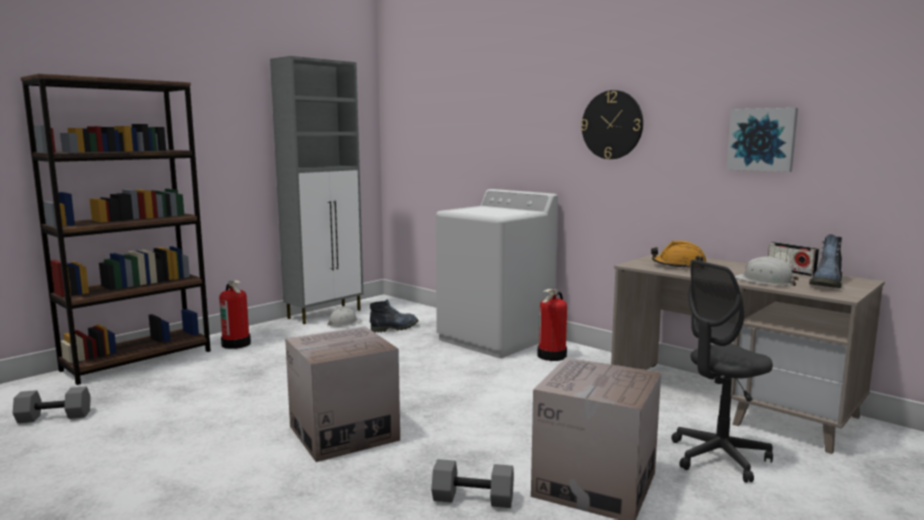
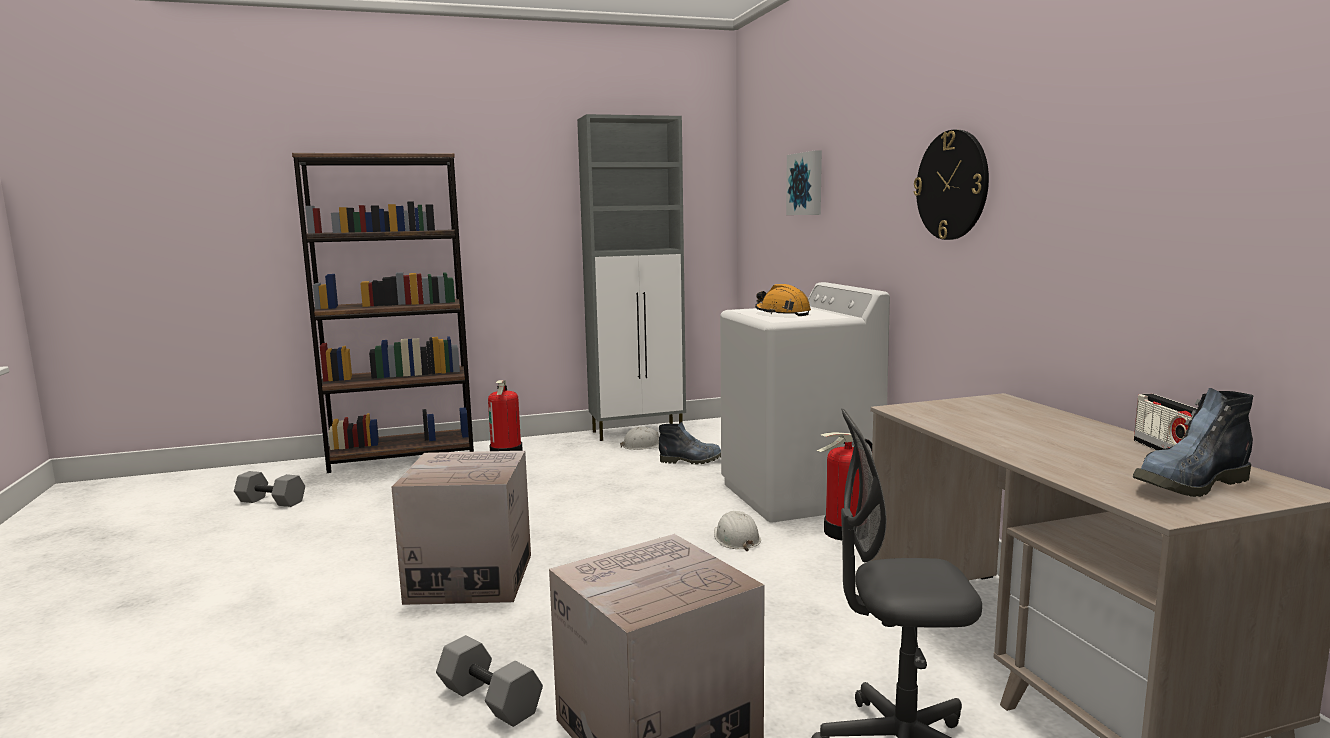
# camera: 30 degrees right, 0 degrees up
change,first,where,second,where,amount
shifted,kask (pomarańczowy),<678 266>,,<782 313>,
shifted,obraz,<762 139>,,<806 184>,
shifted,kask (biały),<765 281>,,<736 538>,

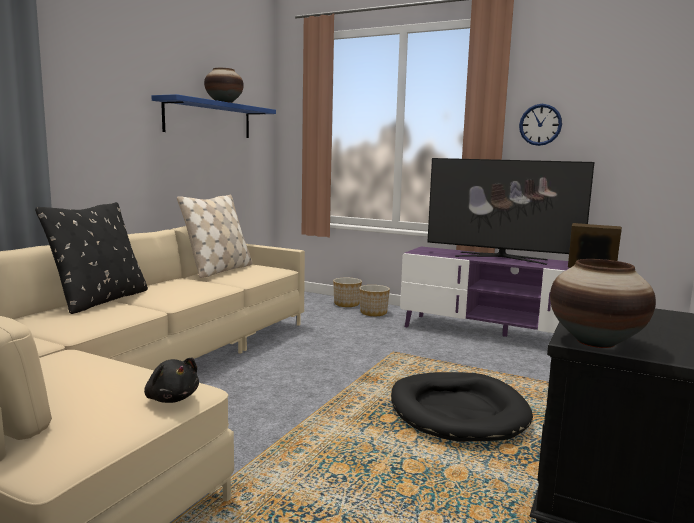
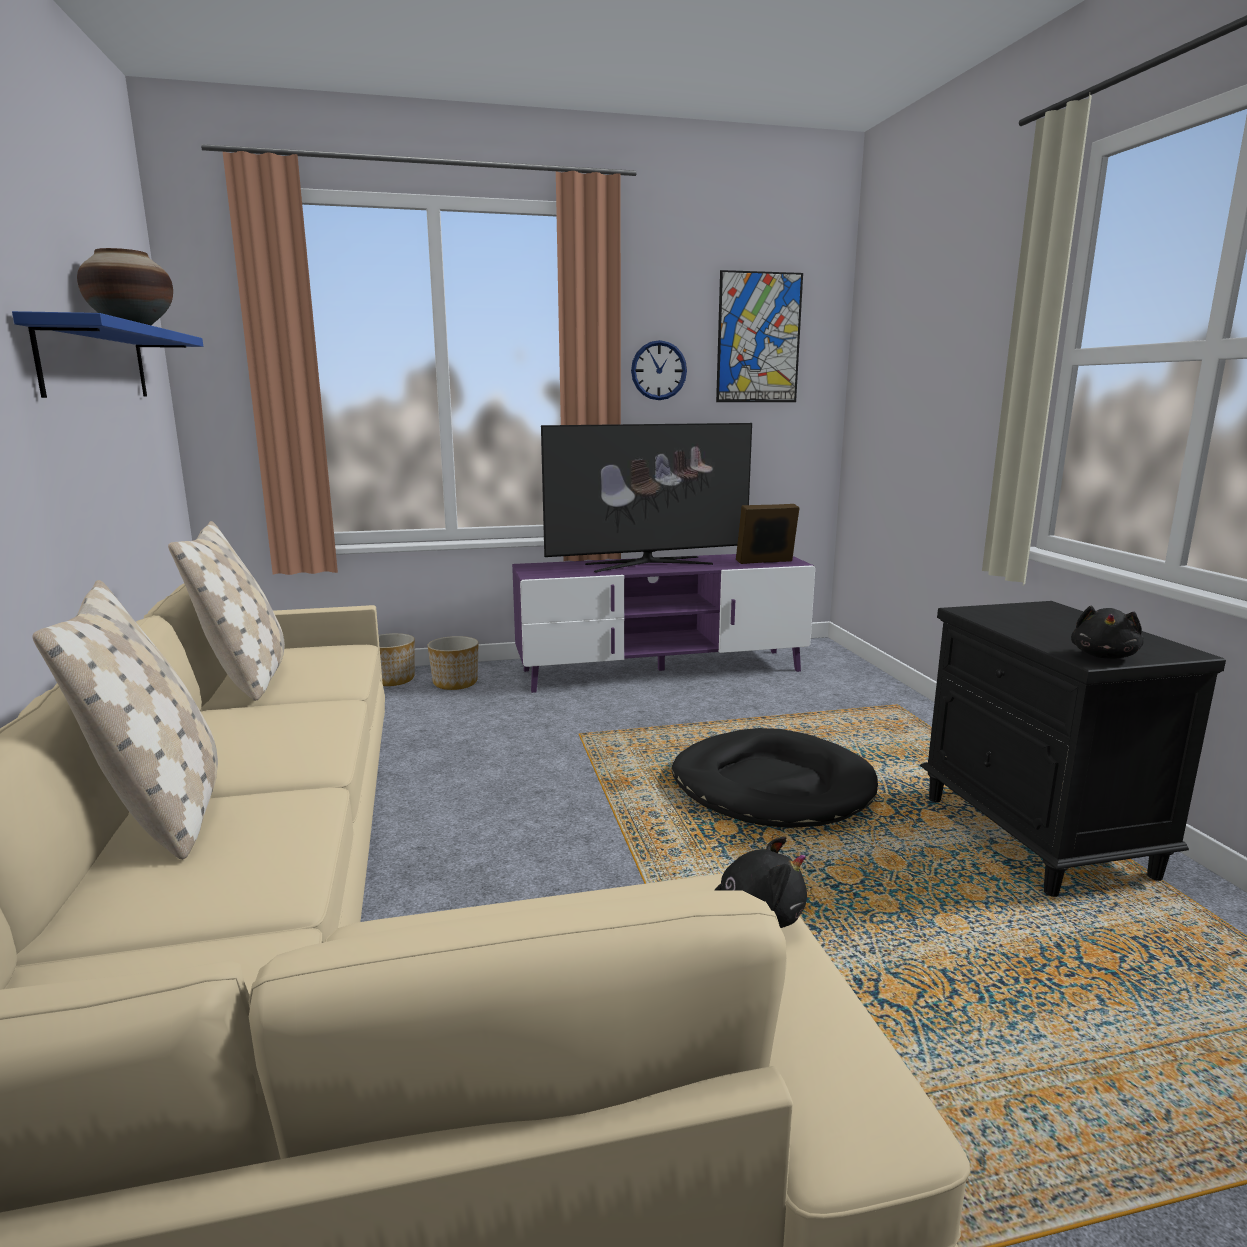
# camera: 40 degrees left, 5 degrees up
change,first,where,second,where,amount
repainted,poduszka (czarny),<101 300>,poduszka (beżowy),<163 808>,
swapped,wazon,<596 342>,pluszak (czarny),<1104 656>,
new,,,obraz,<758 338>,

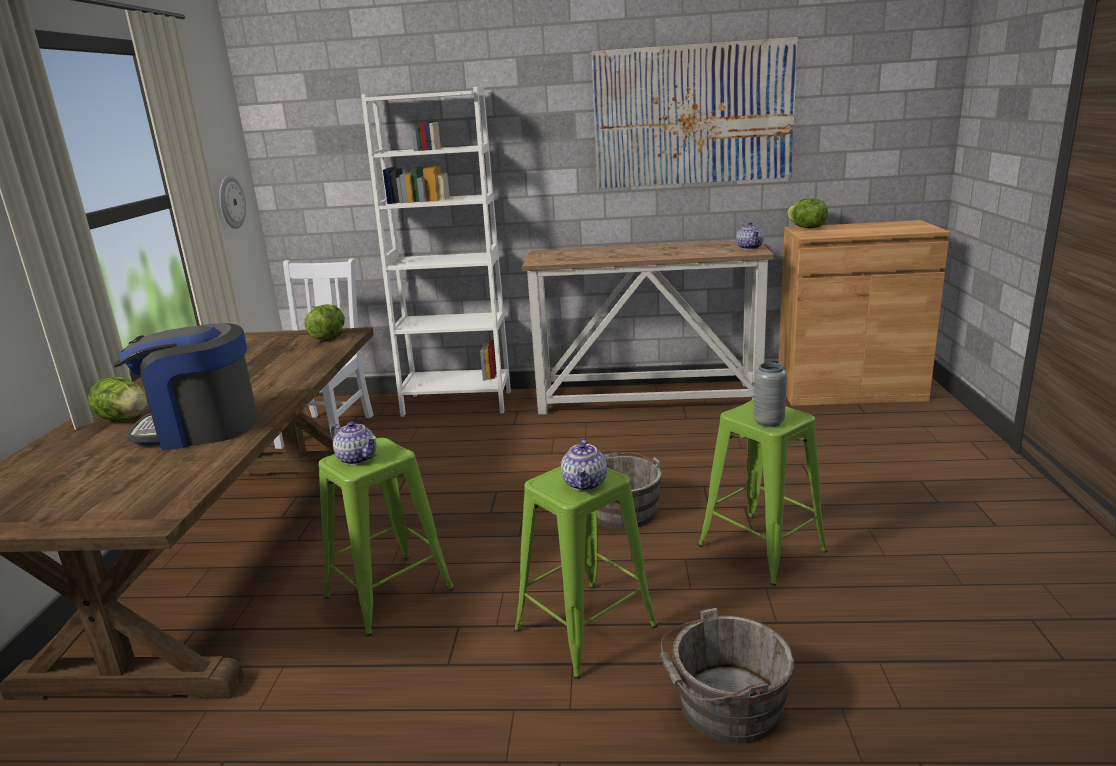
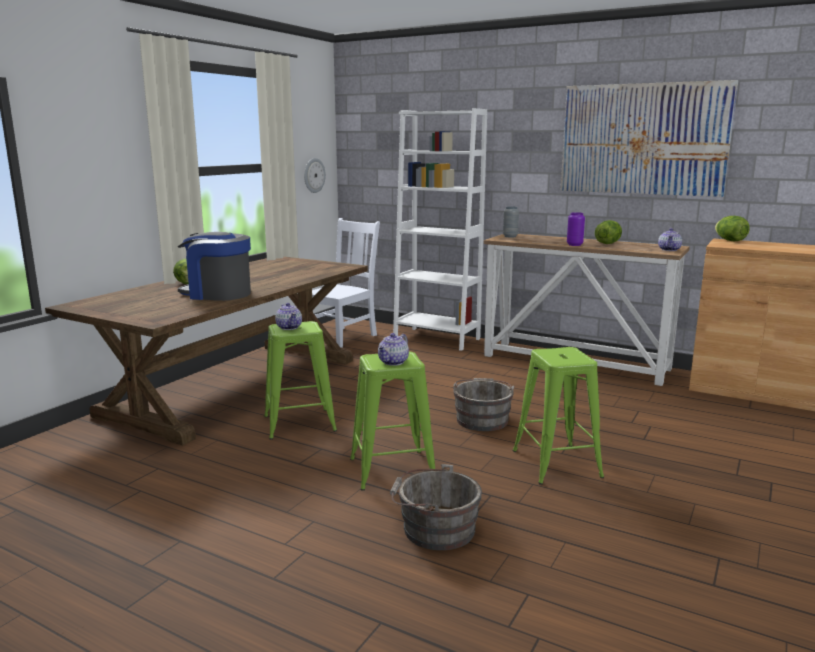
# camera: 25 degrees right, 5 degrees down
change,first,where,second,where,amount
shifted,sałata,<328 337>,,<608 243>,
shifted,wazon (szary),<768 422>,,<510 236>,
new,,,wazon (fioletowy),<574 245>,

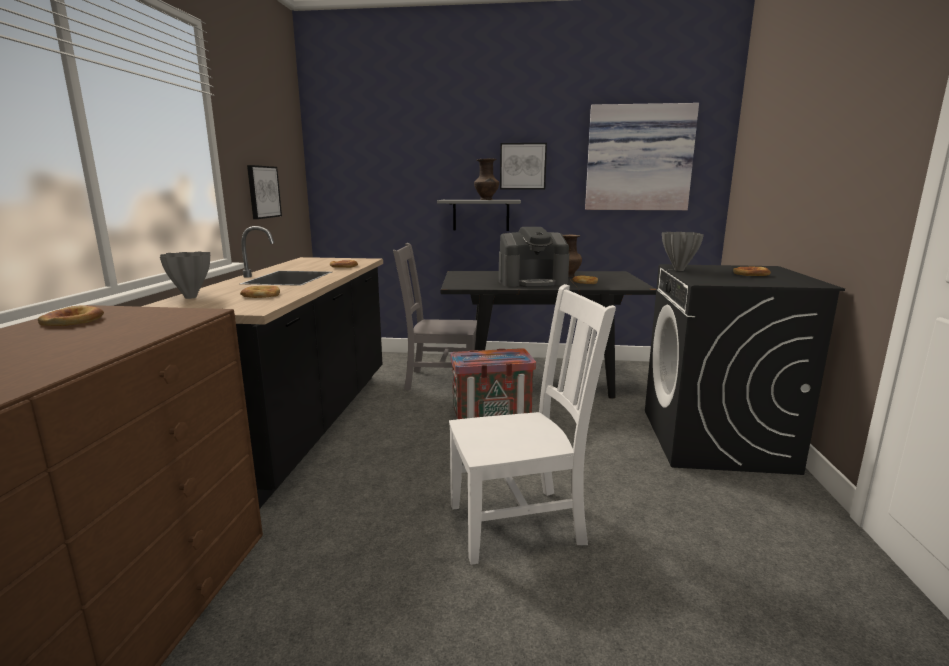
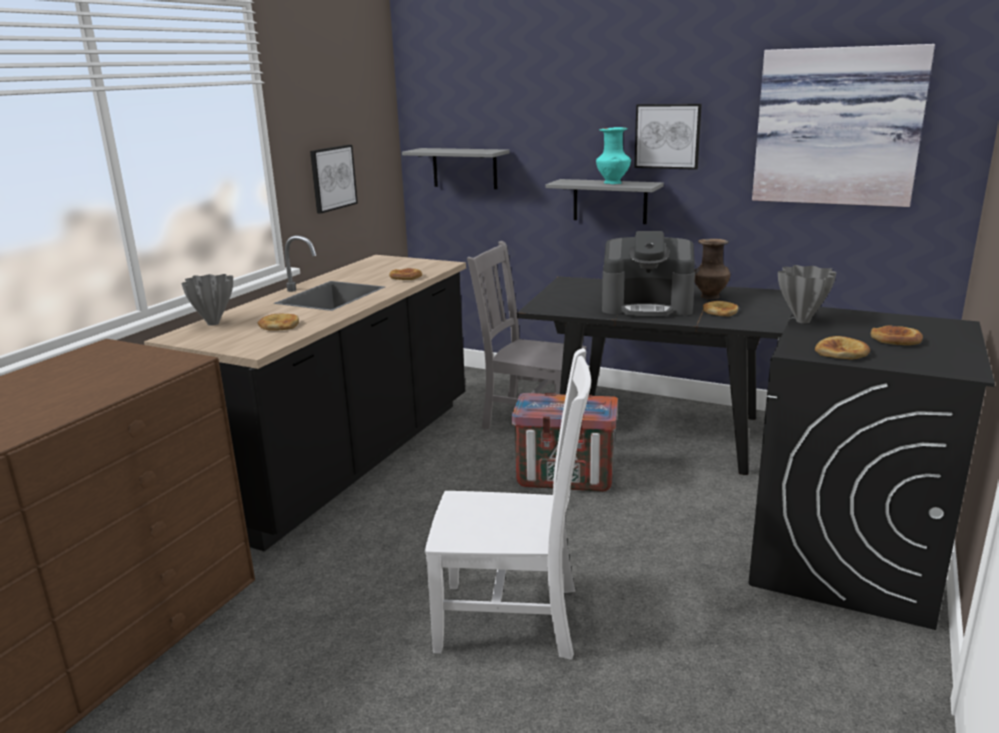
# camera: 20 degrees right, 5 degrees up
change,first,where,second,where,amount
shifted,chleb,<73 321>,,<842 352>,
repainted,wazon (brązowy),<486 199>,wazon (turkusowy),<613 183>,
new,,,półka (szary),<464 168>,

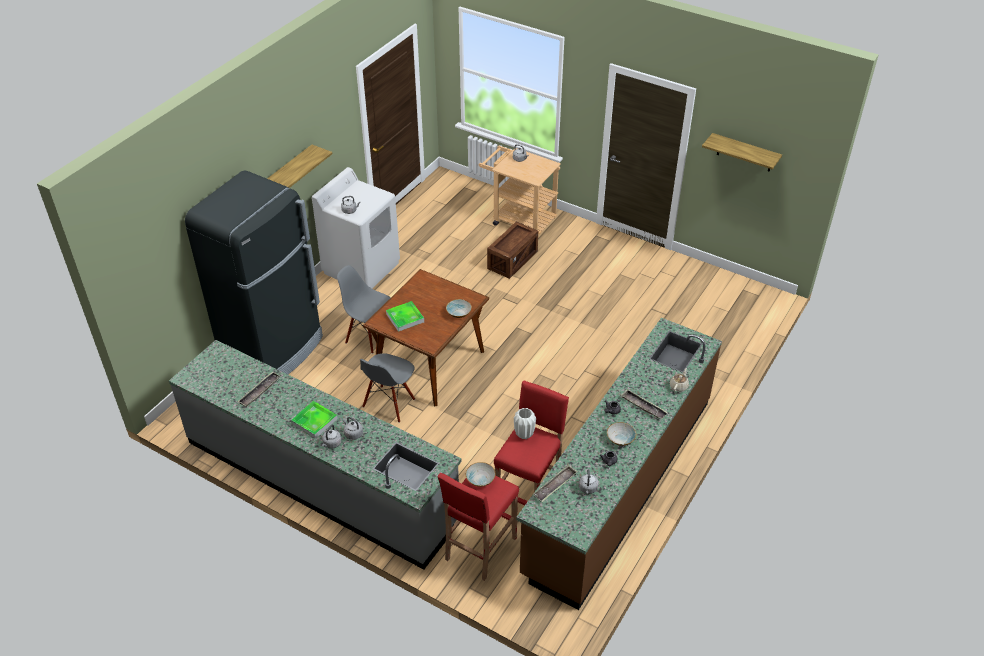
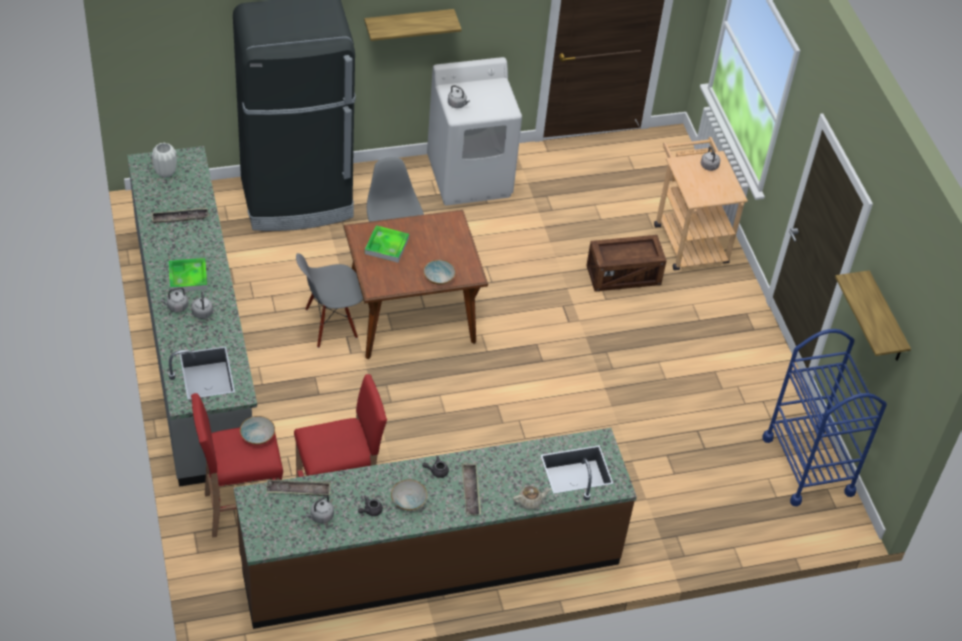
# camera: 40 degrees right, 5 degrees up
change,first,where,second,where,amount
shifted,wazon (biały),<524 434>,,<165 173>,
new,,,wózek (niebieski),<808 465>,

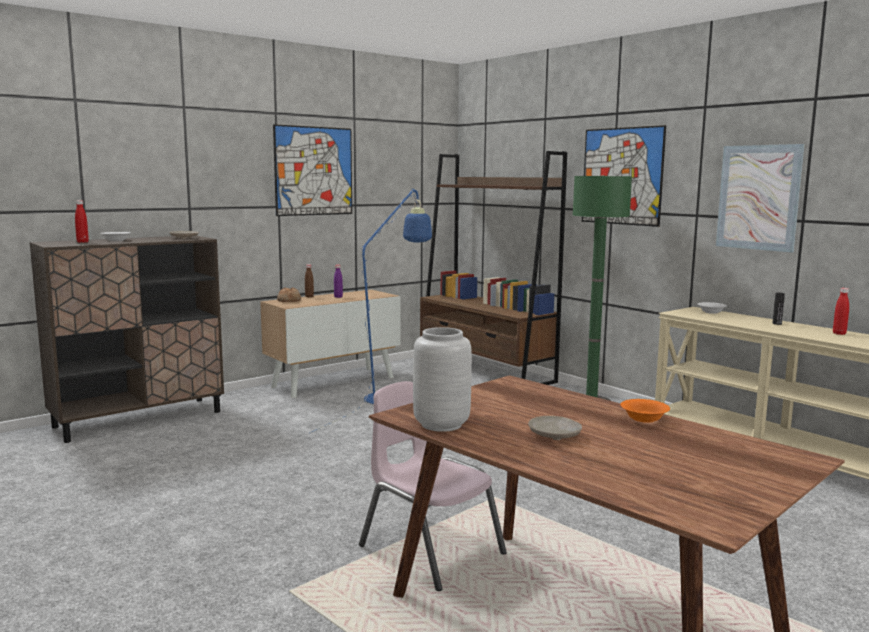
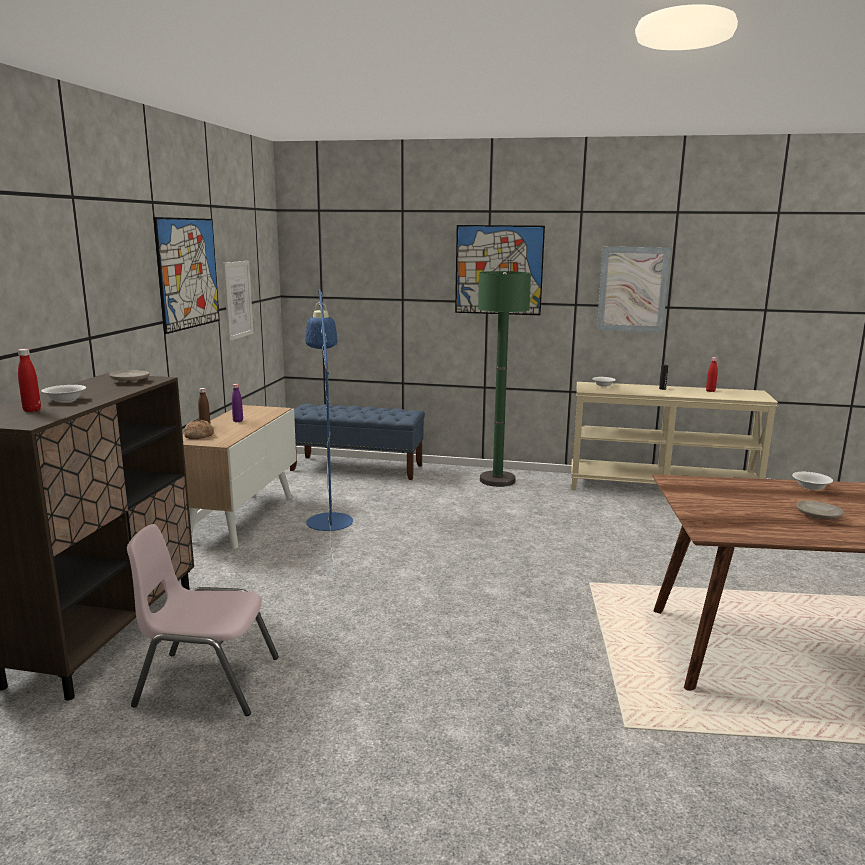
# camera: 40 degrees left, 5 degrees up
change,first,where,second,where,amount
shifted,krzesło (różowy),<430 550>,,<207 681>,
gone,wazon (szary),<441 424>,,,
swapped,regał (brązowy),<485 370>,ławka (niebieski),<357 468>,
repainted,miska (pomarańczowy),<644 419>,miska (biały),<811 487>,
new,,,obraz,<238 299>,

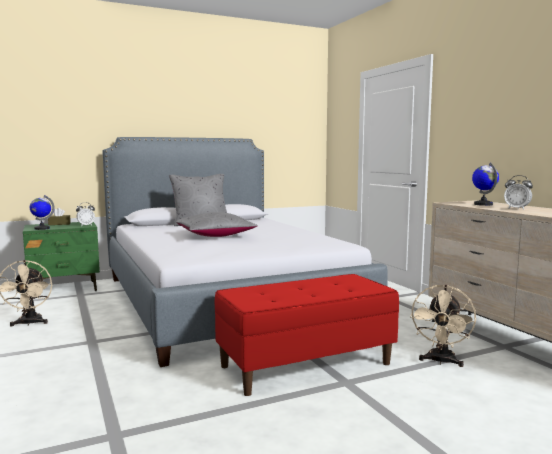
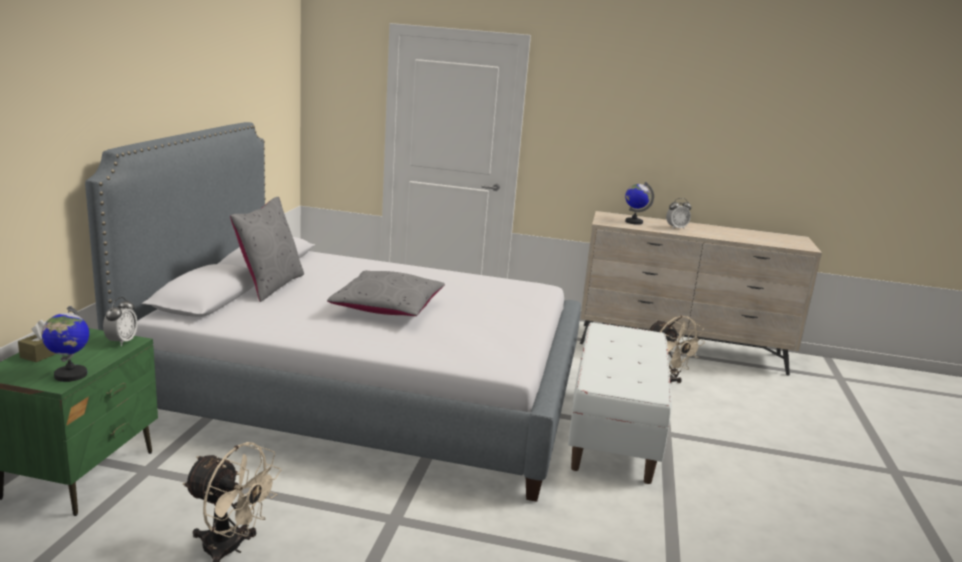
# camera: 55 degrees left, 10 degrees up
change,first,where,second,where,amount
repainted,ławka (czerwony),<306 365>,ławka (biały),<613 432>,

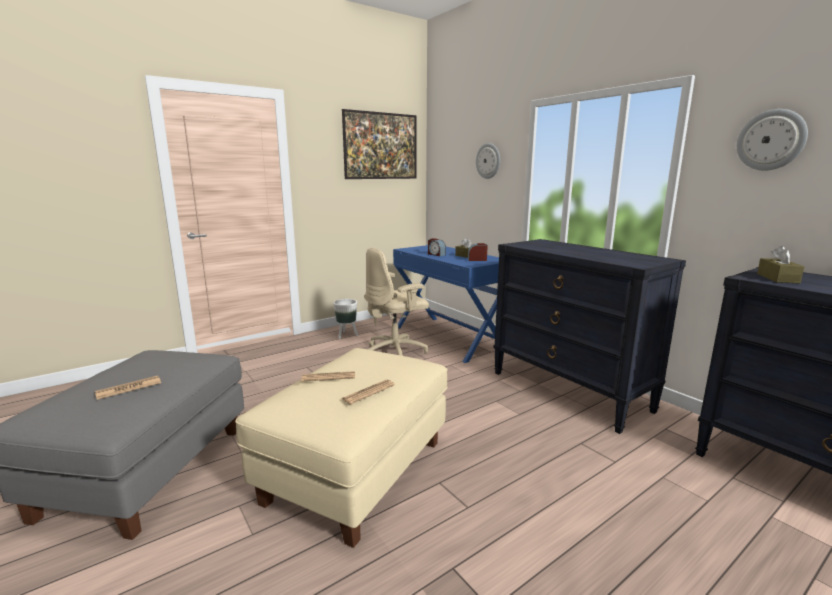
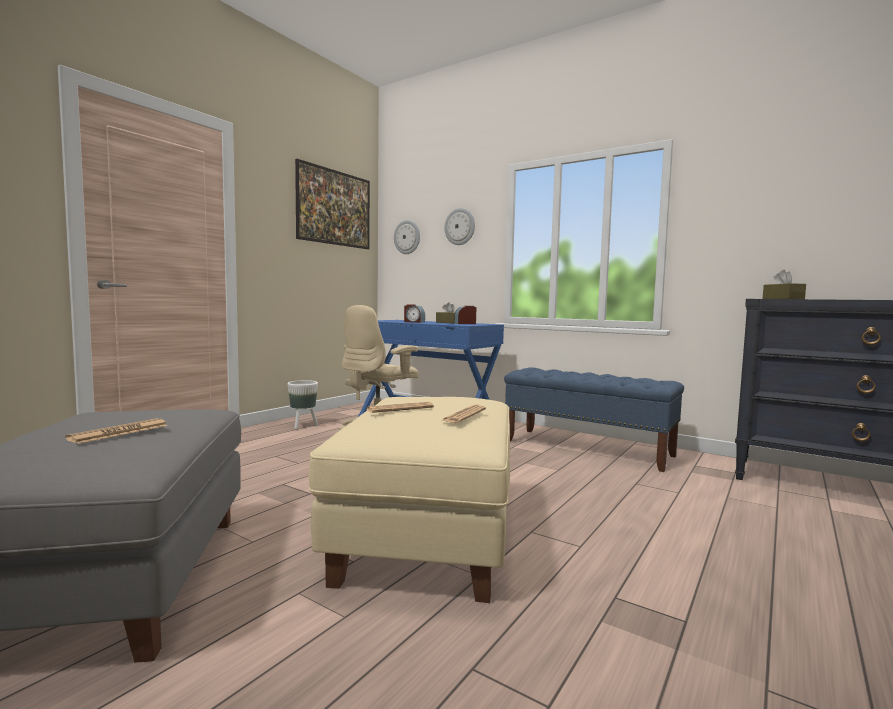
# camera: 20 degrees left, 10 degrees down
change,first,where,second,where,amount
swapped,komoda (czarny),<569 391>,ławka (niebieski),<587 448>,
shifted,zegar ścienny,<771 140>,,<407 237>,

